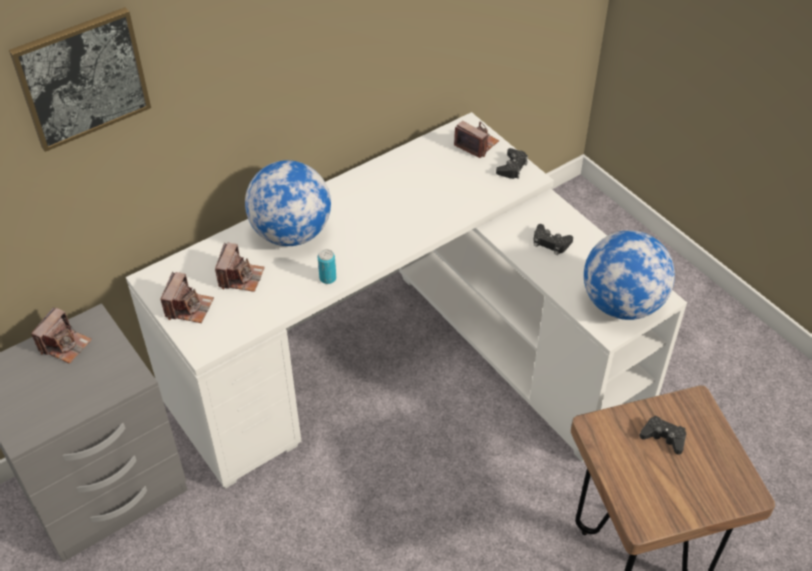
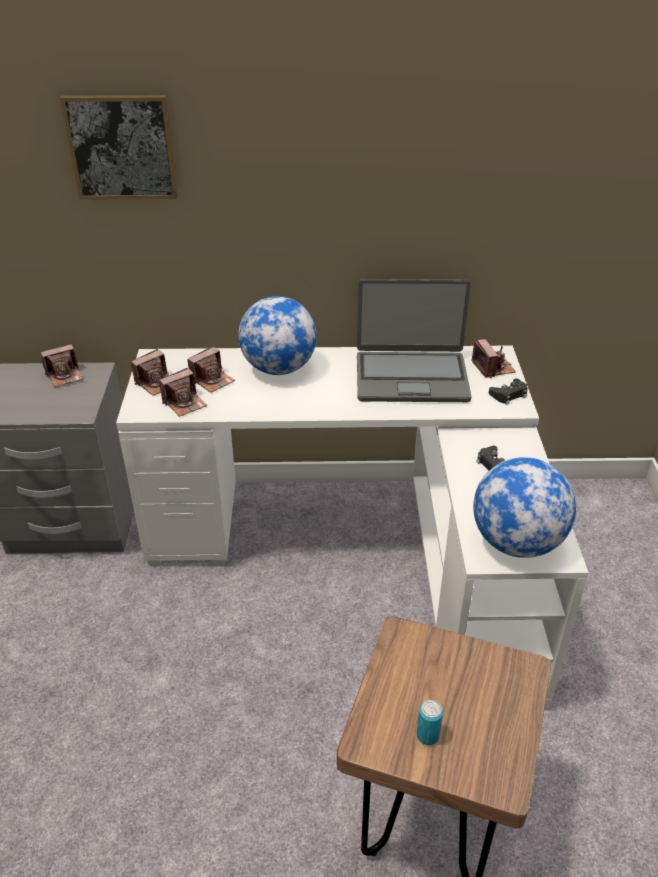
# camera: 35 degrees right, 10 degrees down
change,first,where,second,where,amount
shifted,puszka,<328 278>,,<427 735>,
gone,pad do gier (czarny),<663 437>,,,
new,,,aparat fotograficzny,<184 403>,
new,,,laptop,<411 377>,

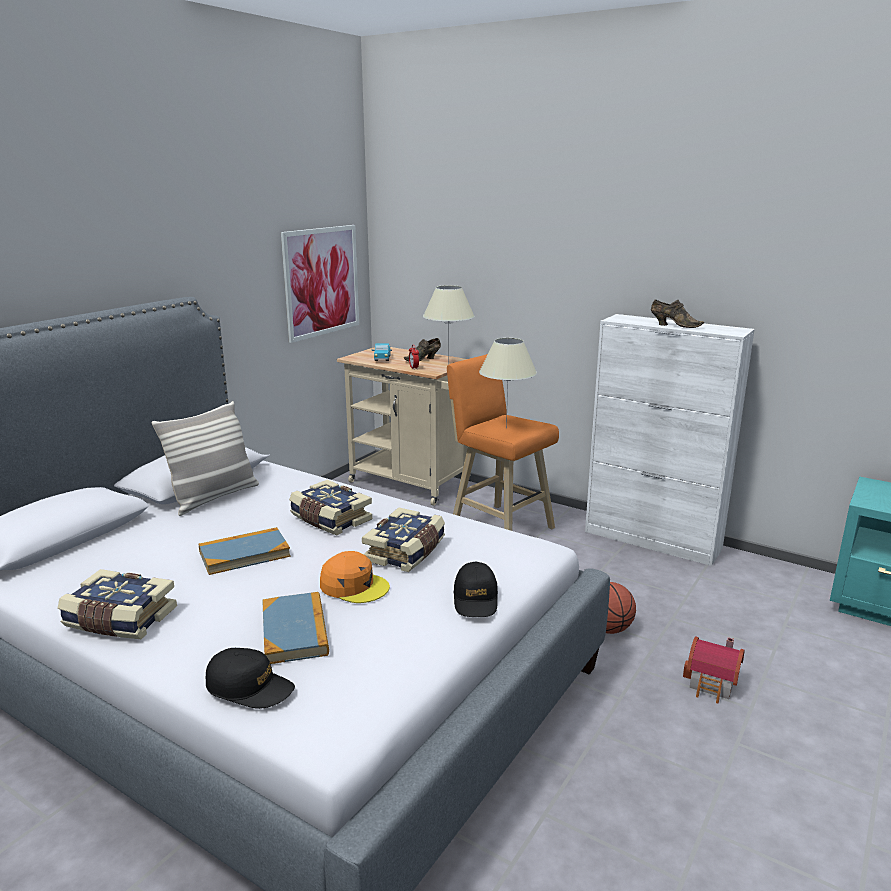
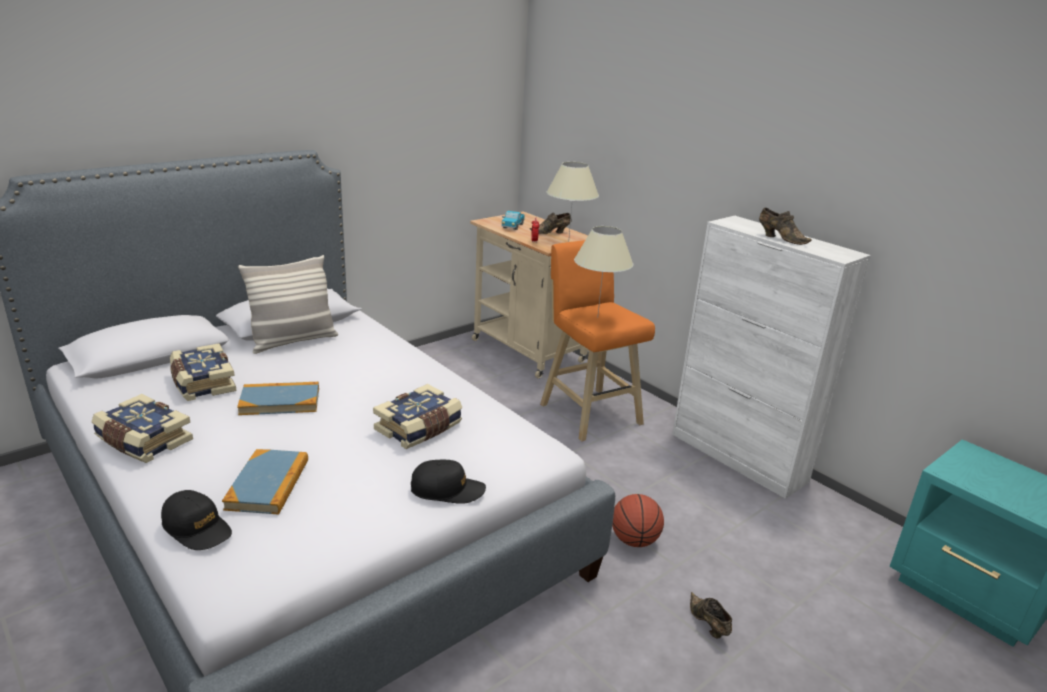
# camera: 15 degrees right, 5 degrees up
change,first,where,second,where,amount
gone,obraz,<321 281>,,,
shifted,książka,<330 519>,,<202 383>,
gone,czapka z daszkiem (pomarańczowy),<354 586>,,,
rotated,czapka z daszkiem (czarny),<476 599>,,<447 490>,105 degrees counterclockwise
swapped,domek,<713 685>,but (brązowy),<708 624>,

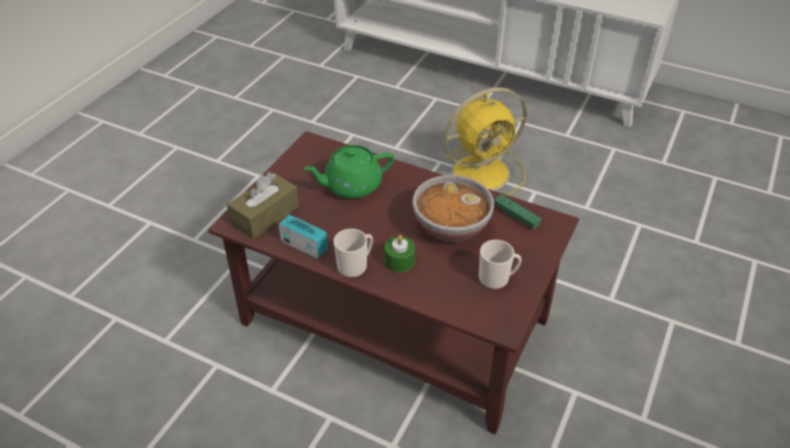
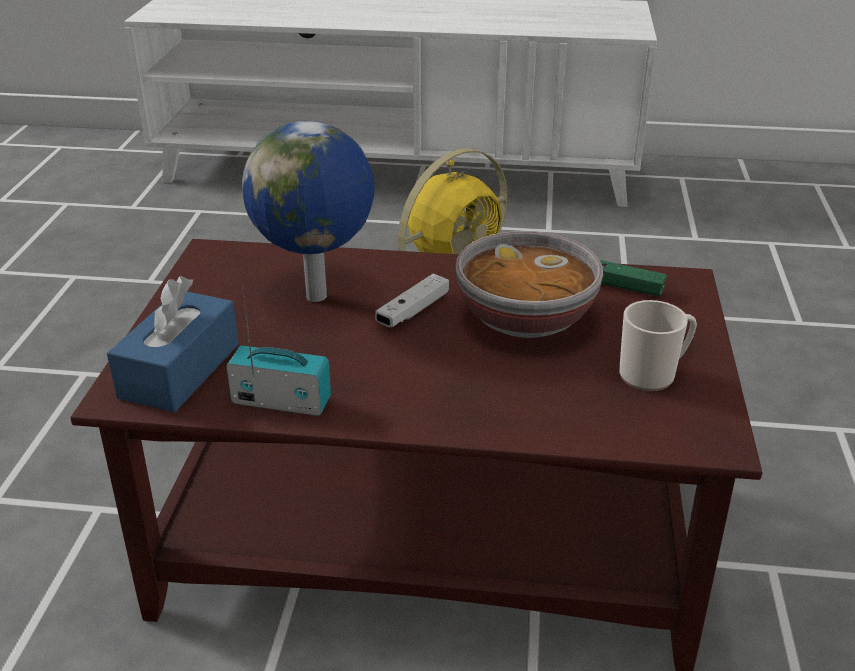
# camera: 20 degrees left, 10 degrees down
change,first,where,second,where,amount
repainted,pudełko chusteczek (brązowy),<265 215>,pudełko chusteczek (niebieski),<180 370>,
swapped,imbryk (zielony),<351 186>,globus,<319 297>,
gone,kubek,<355 265>,,,
gone,świeca (zielony),<399 261>,,,
new,,,pad do gier (biały),<413 311>,

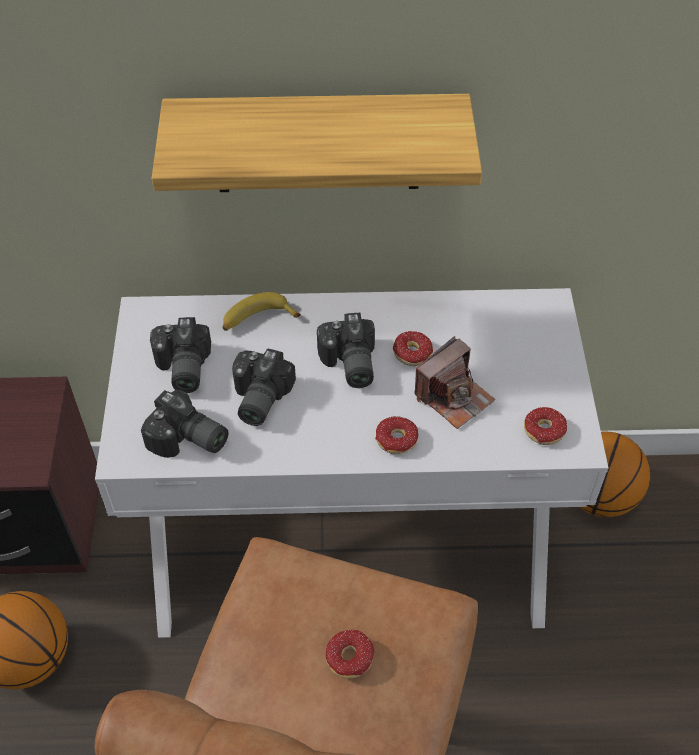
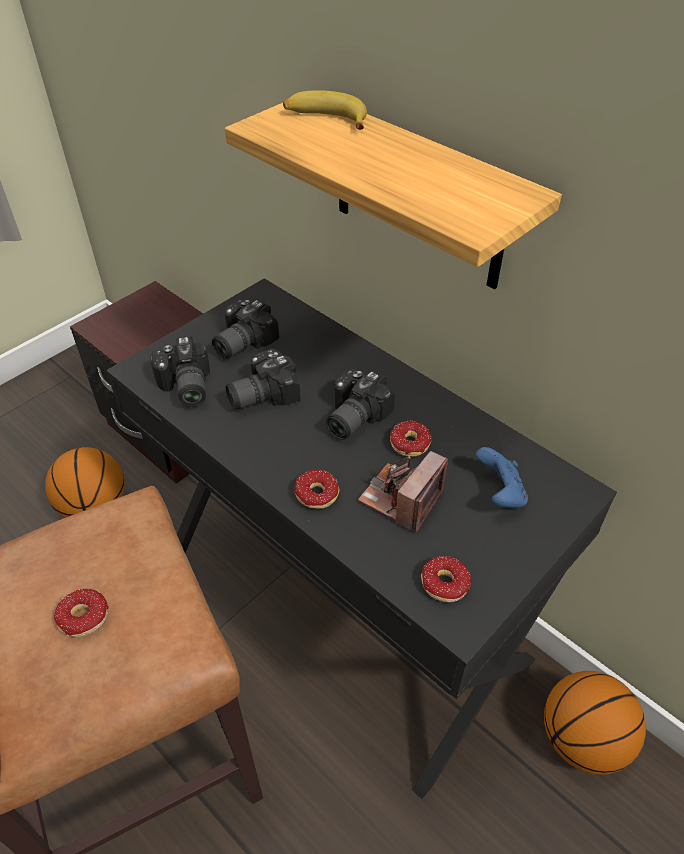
# camera: 45 degrees right, 5 degrees down
change,first,where,second,where,amount
repainted,biurko (biały),<349 545>,biurko (czarny),<344 603>,
shifted,banan,<257 319>,,<325 119>,
rotated,aparat fotograficzny,<453 396>,,<401 498>,120 degrees clockwise
new,,,pad do gier (niebieski),<500 494>,

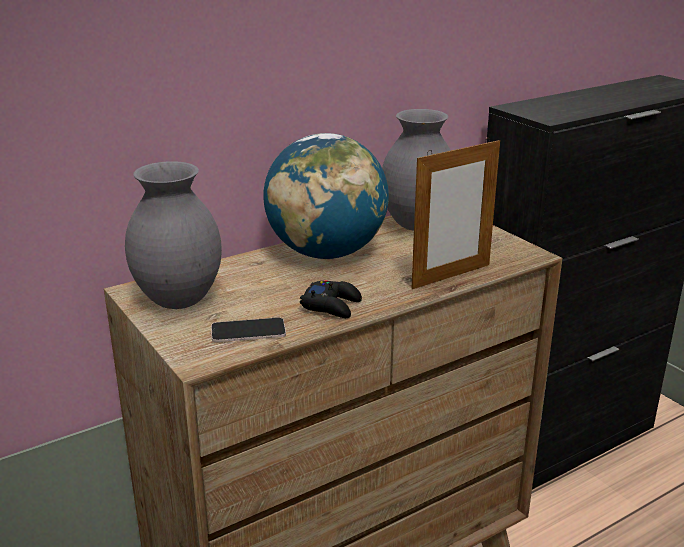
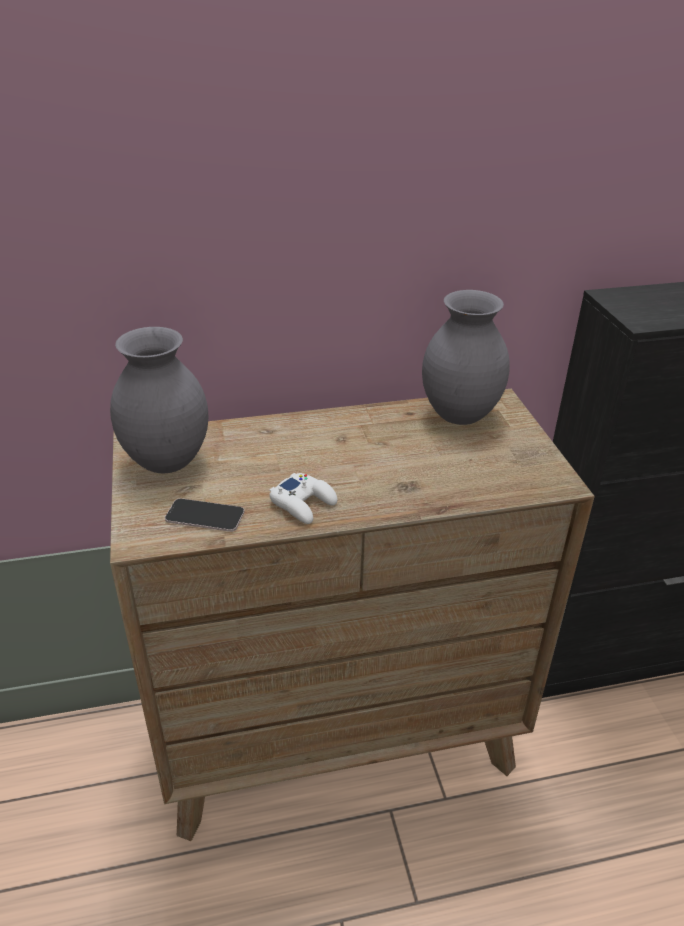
# camera: 20 degrees right, 10 degrees up
change,first,where,second,where,amount
gone,globus,<326 253>,,,
repainted,pad do gier (czarny),<332 305>,pad do gier (biały),<303 503>,
gone,ramka na zdjęcie,<451 276>,,,

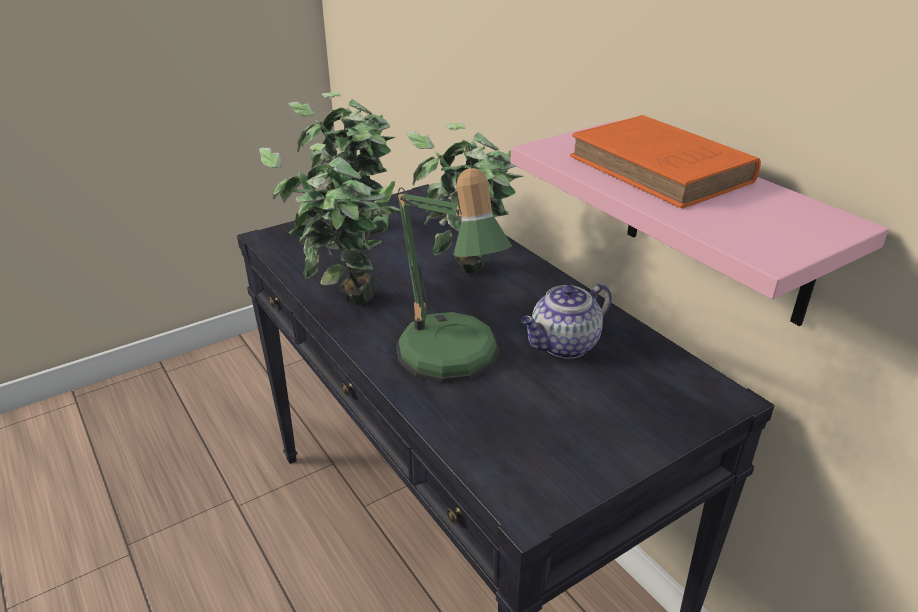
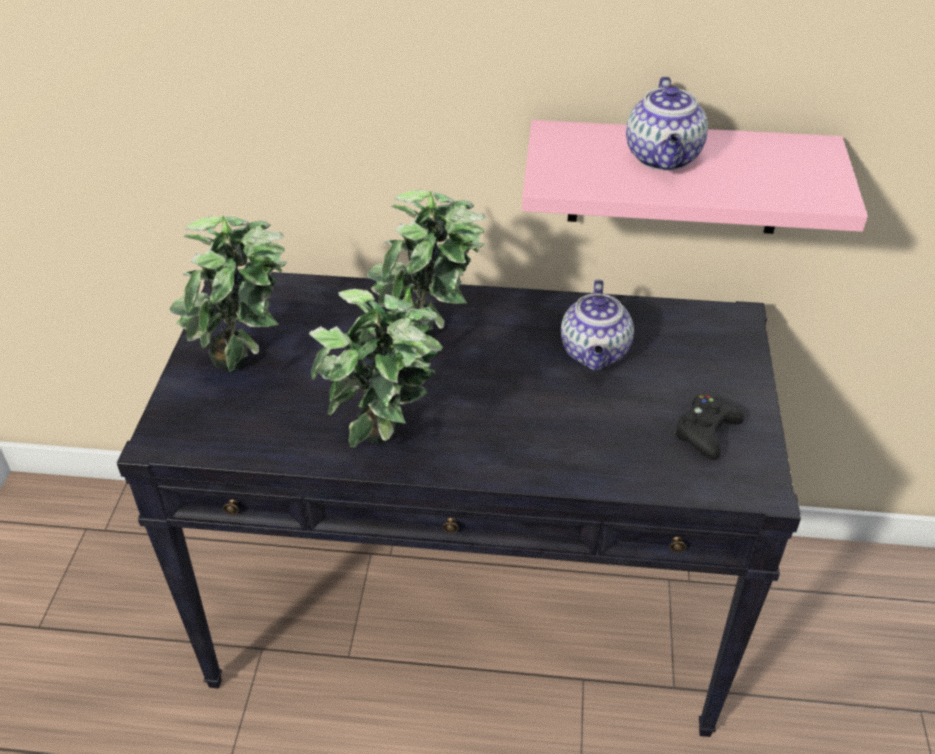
# camera: 50 degrees left, 10 degrees up
change,first,where,second,where,amount
gone,lampa stołowa,<451 362>,,,
swapped,książka (pomarańczowy),<663 171>,imbryk,<663 158>,
new,,,pad do gier (czarny),<705 433>,

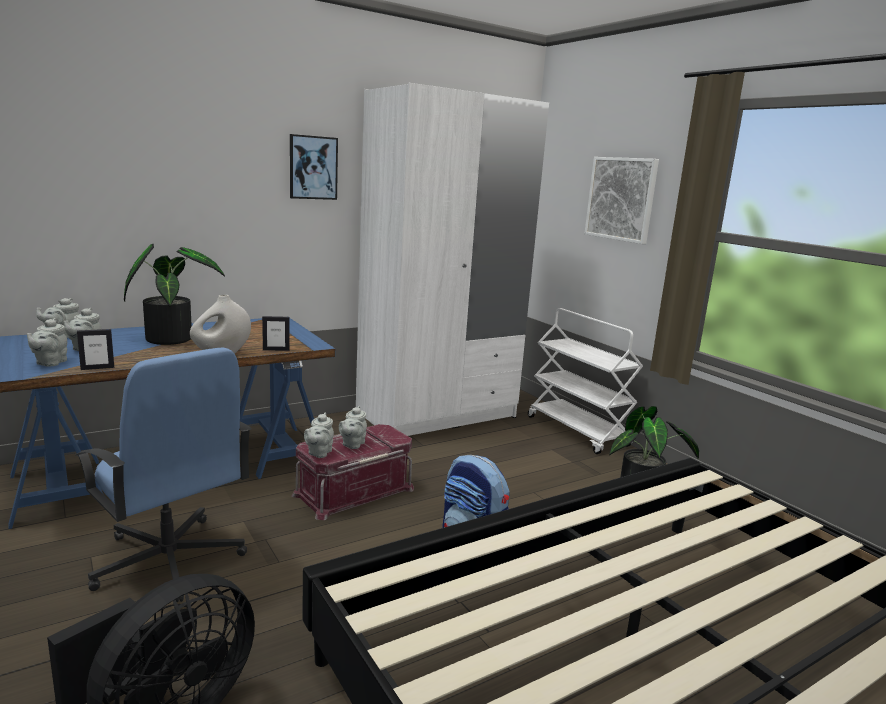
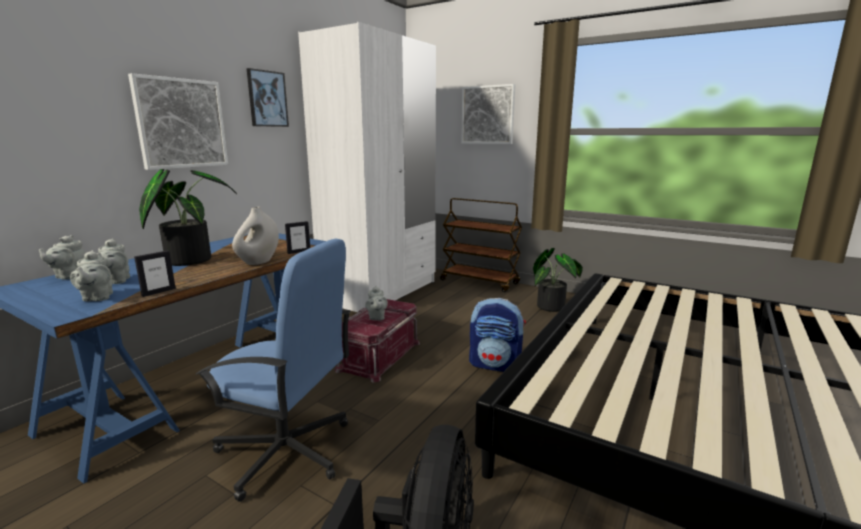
# camera: 25 degrees left, 0 degrees up
change,first,where,second,where,amount
gone,imbryk (szary),<319 453>,,,
repainted,wózek (biały),<578 431>,wózek (brązowy),<480 282>,
new,,,obraz,<181 123>,

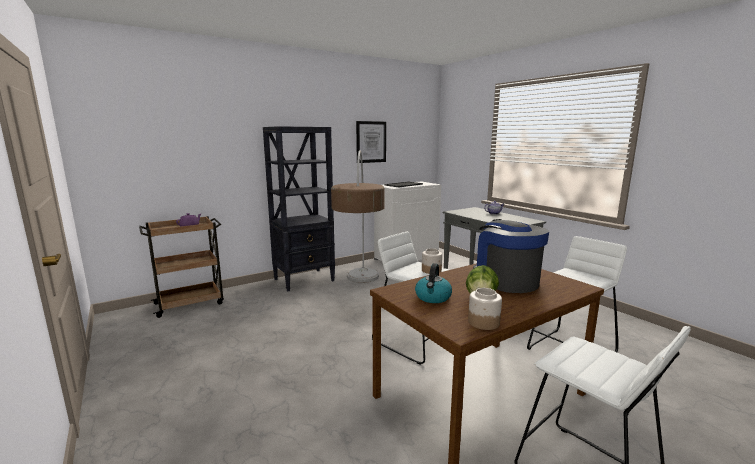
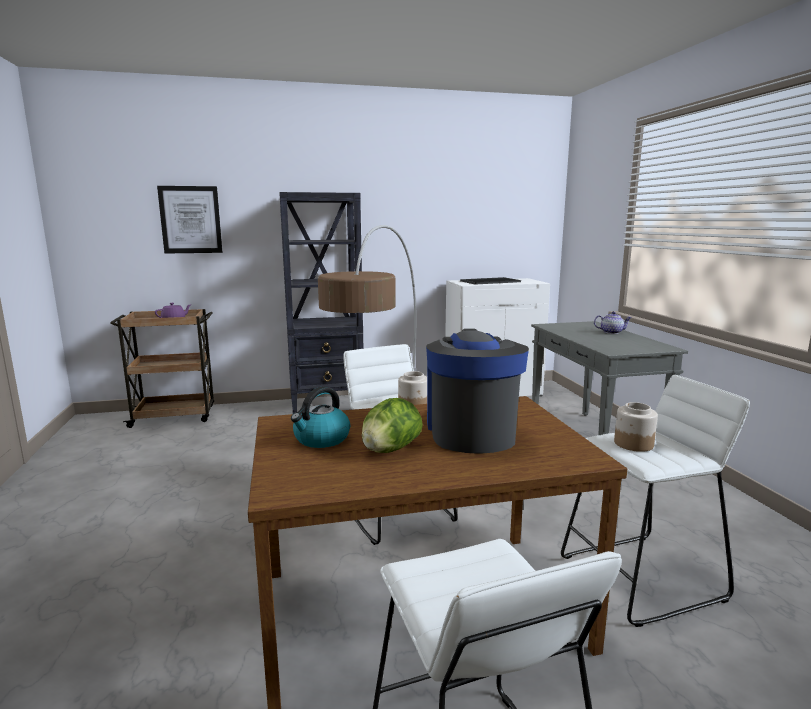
# camera: 20 degrees right, 0 degrees up
change,first,where,second,where,amount
shifted,obraz,<371 142>,,<190 220>,
shifted,słoik,<483 322>,,<633 444>,

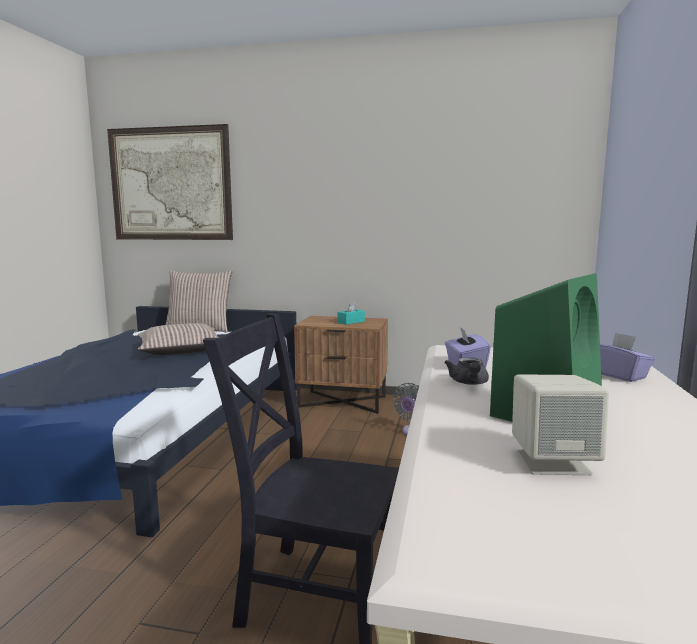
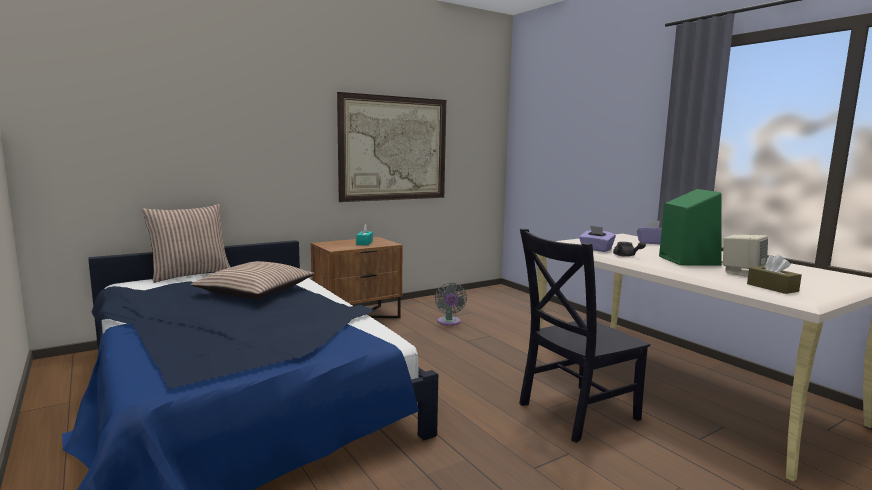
# camera: 45 degrees left, 0 degrees up
change,first,where,second,where,amount
shifted,obraz,<170 184>,,<394 148>,
new,,,pudełko chusteczek (brązowy),<772 287>,

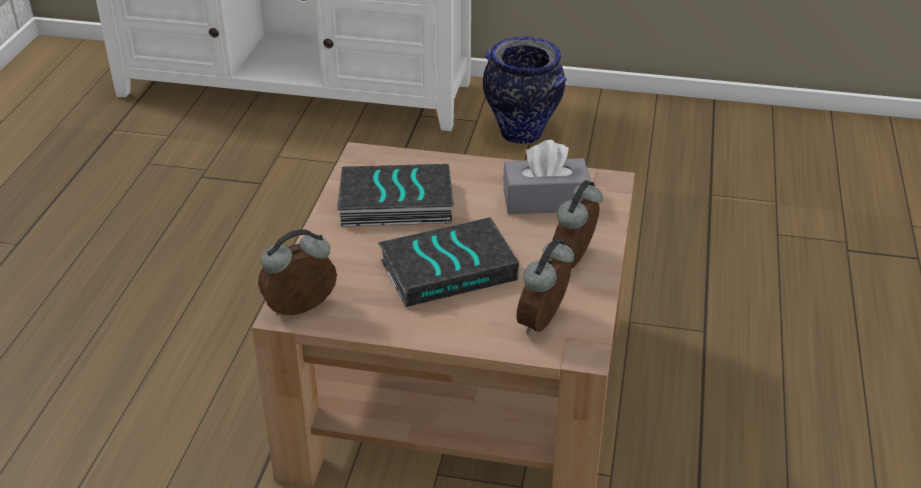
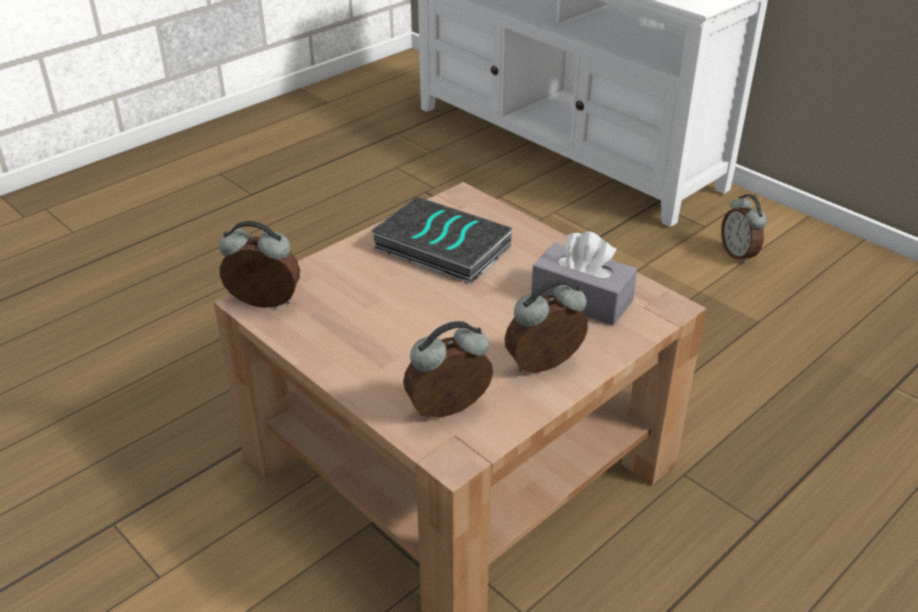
# camera: 35 degrees right, 0 degrees up
change,first,where,second,where,amount
gone,książka,<449 268>,,,
swapped,wazon,<522 134>,budzik,<739 254>,

